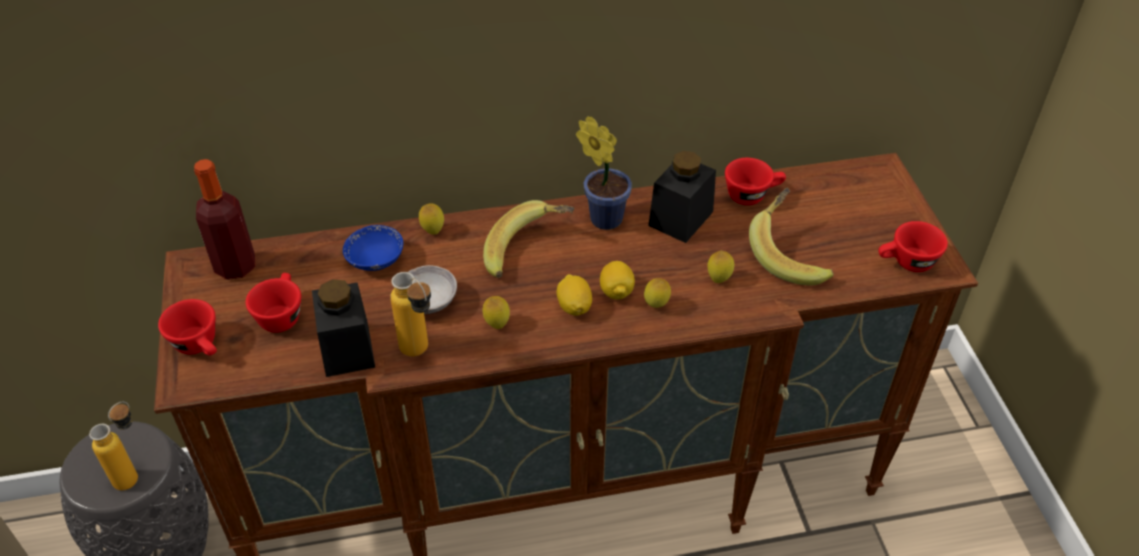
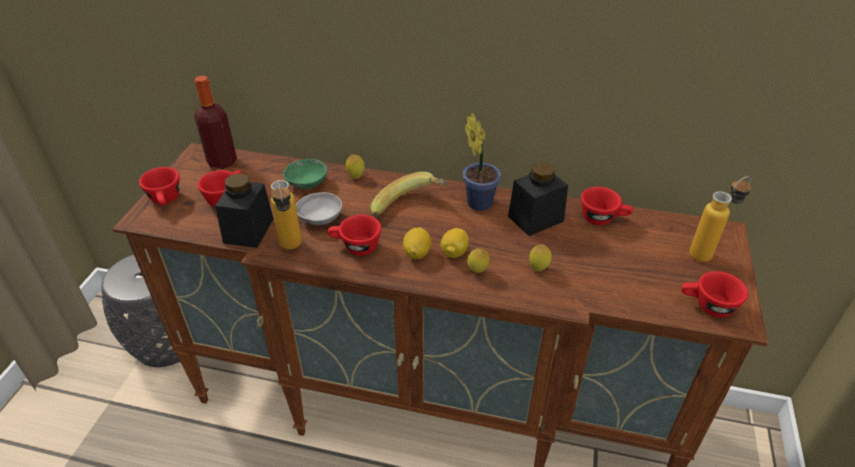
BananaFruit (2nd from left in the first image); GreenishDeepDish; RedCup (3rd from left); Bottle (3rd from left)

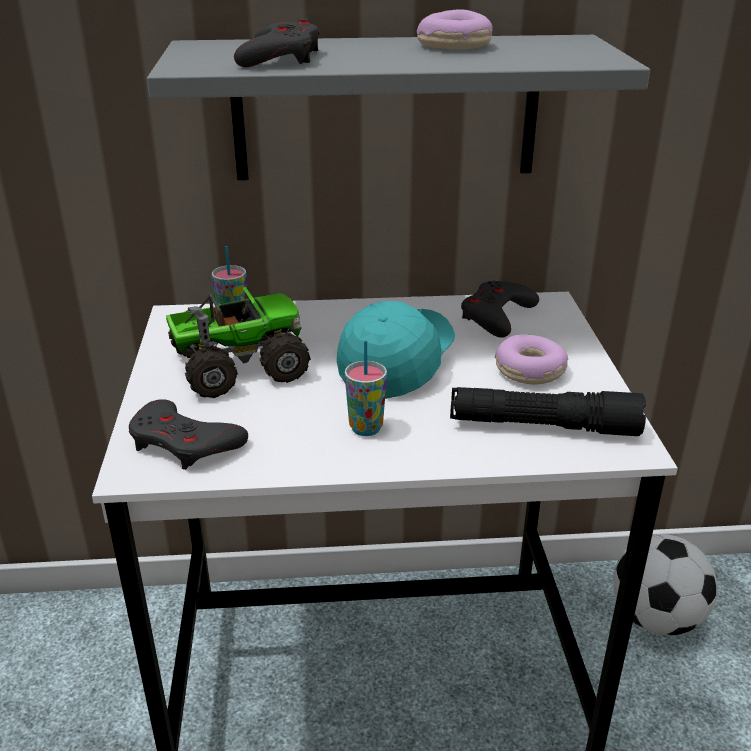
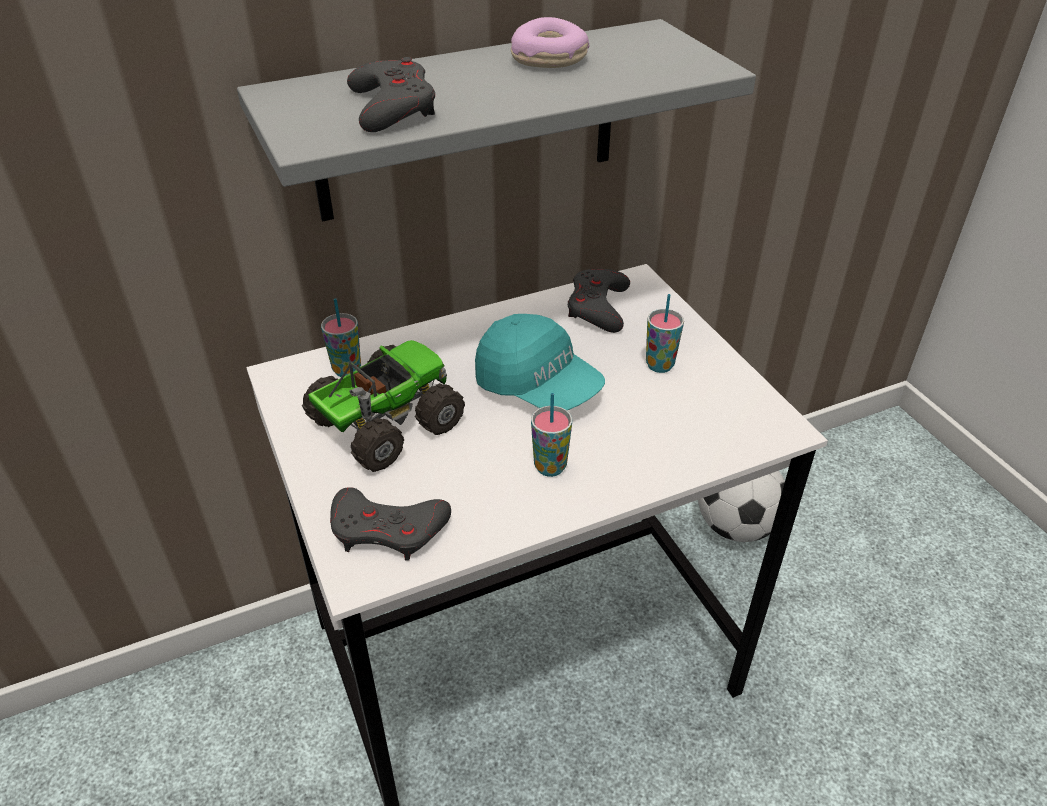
TurquoiseColouredPeakedCap; Cup (3rd from left); BlackColouredHandTorch

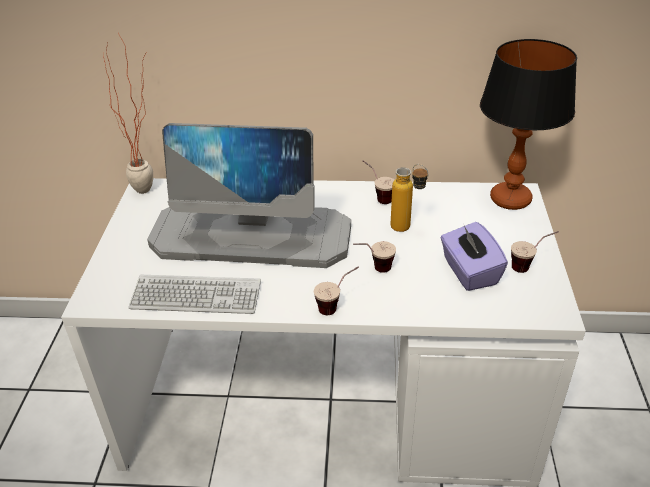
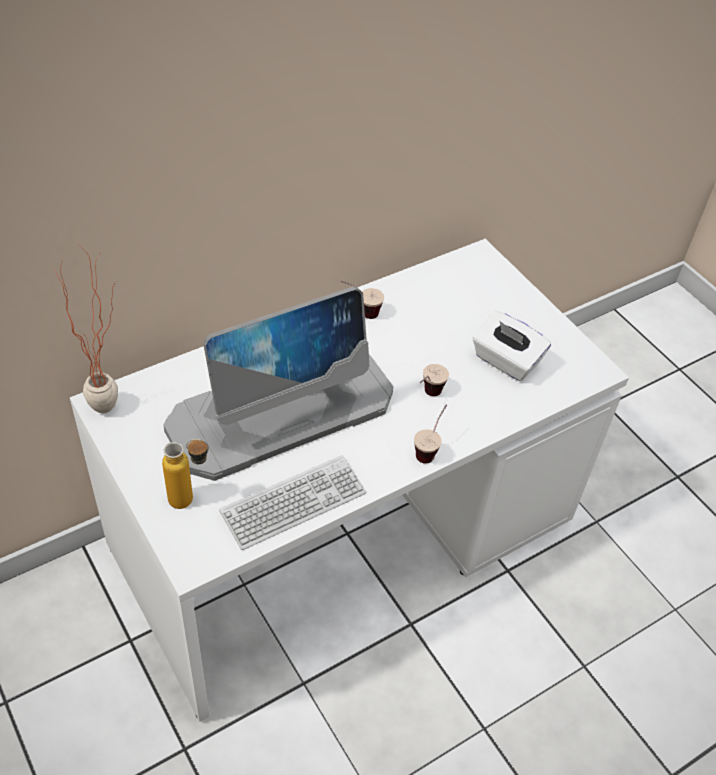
TableLamp; Bottle; WhitishTissueHolder; Cup (4th from left in the first image)

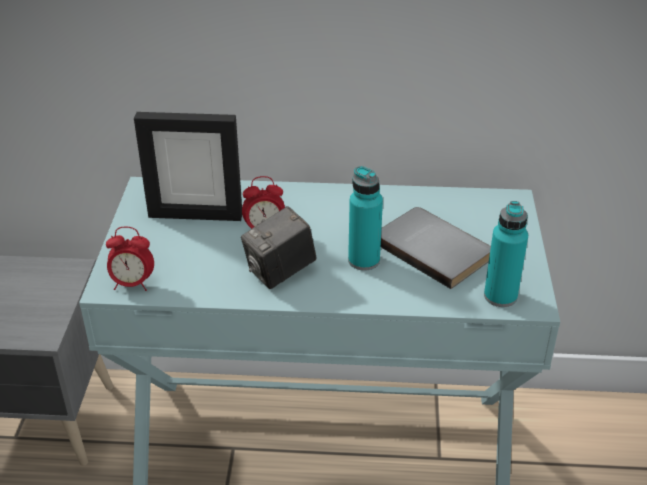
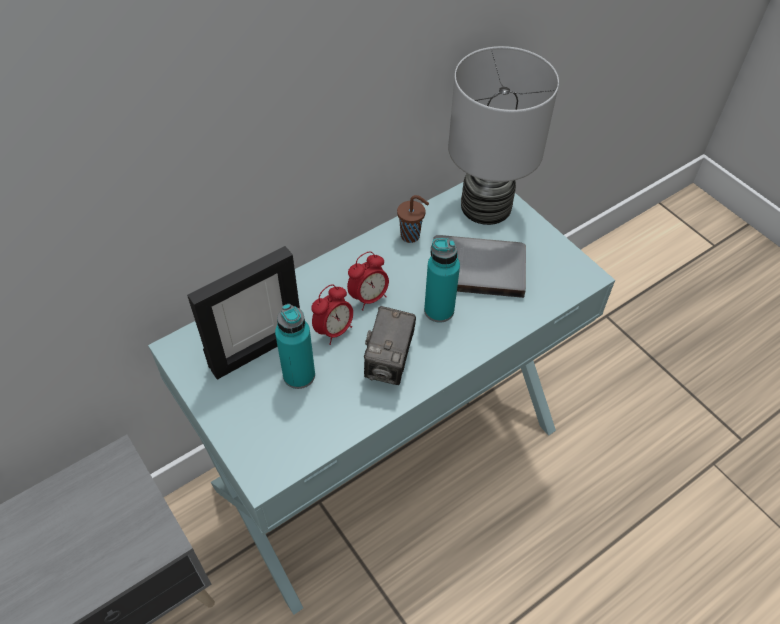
TurquoiseColouredBottle (1st from left); AlarmClock (2nd from left); GrayTableLamp; BrownishCup

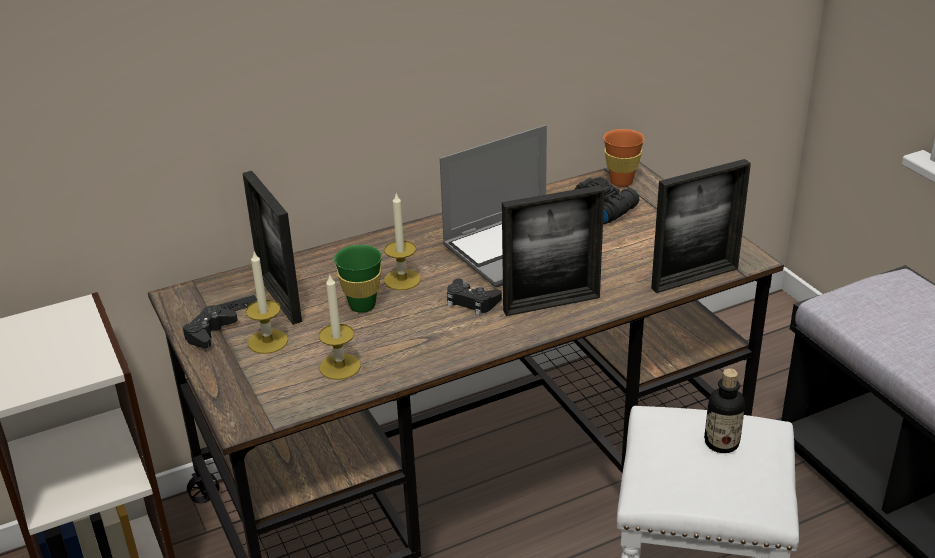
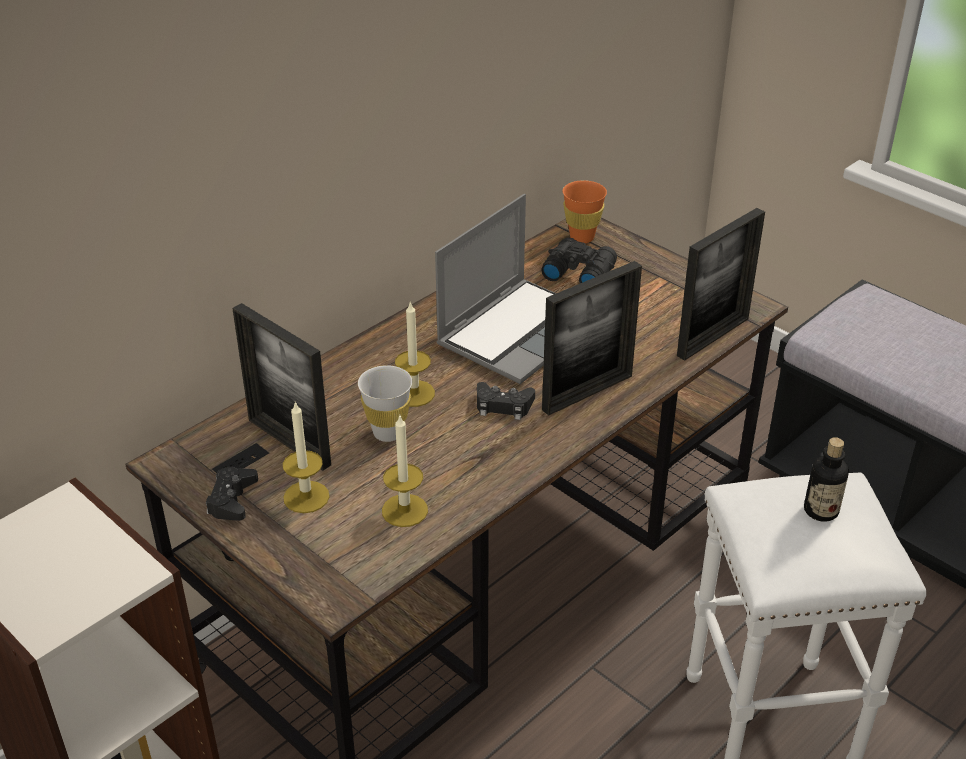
WhitishCup

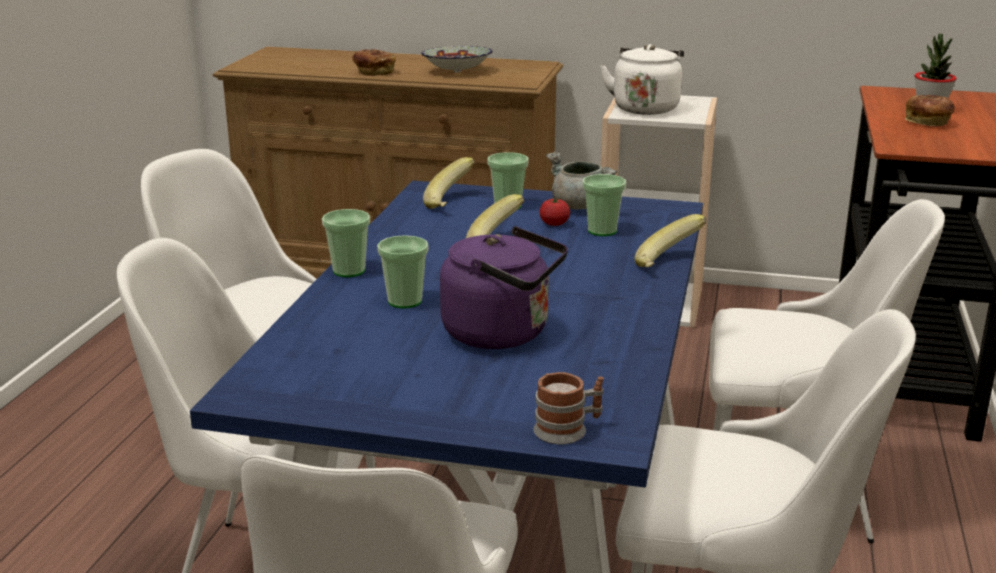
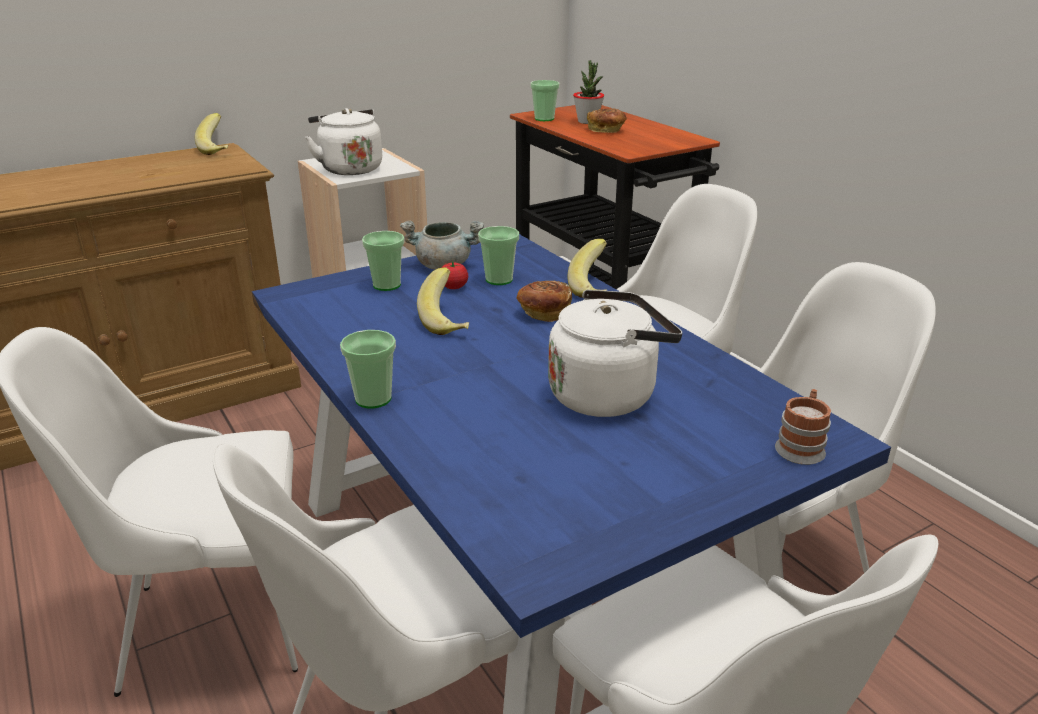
DeepDish; Bread (1st from left); BananaFruit (1st from left); WhitishKettle (2nd from left); Cup (4th from left)

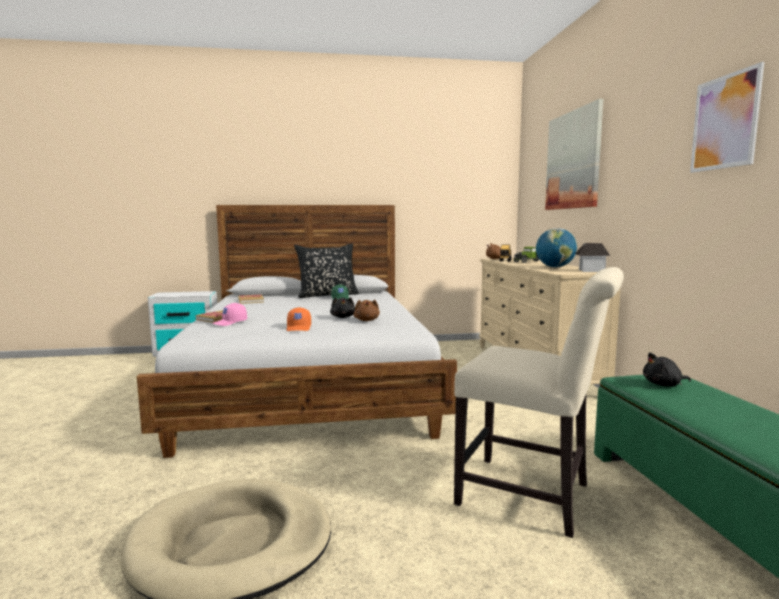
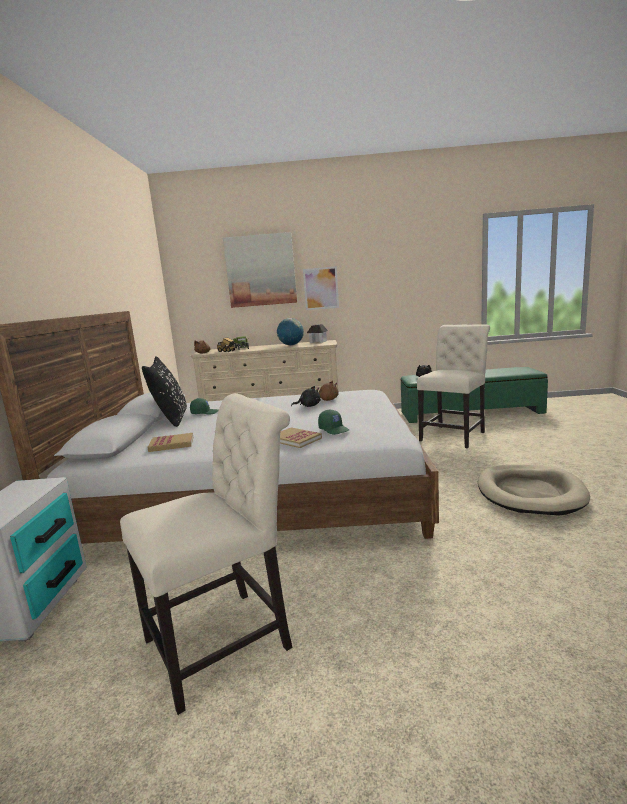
WallArt (2nd from left); GreenishPeakedCap (2nd from left); OrangePeakedCap; BeigeColouredChair (1st from left)

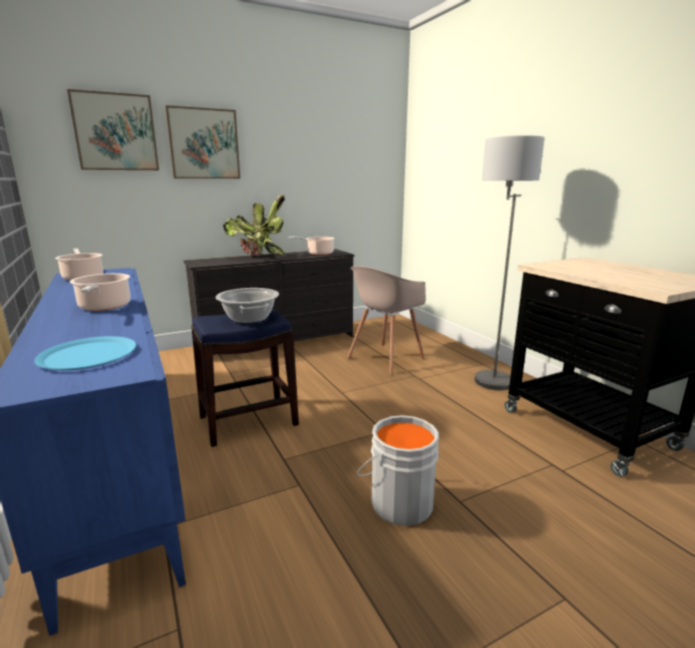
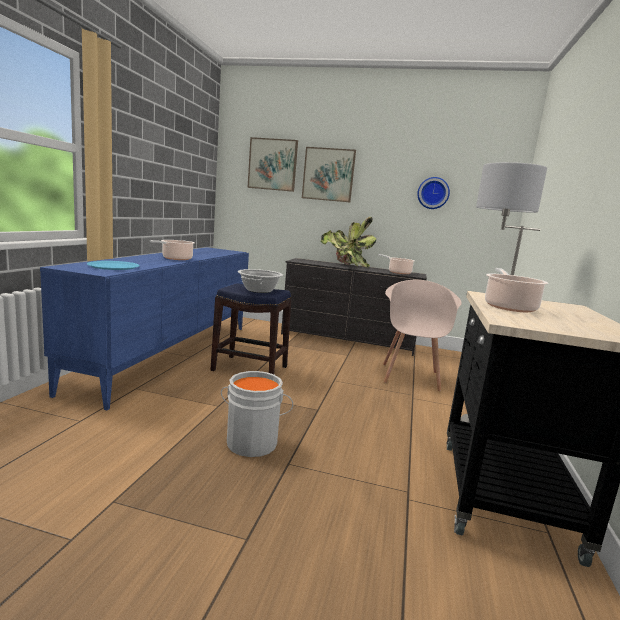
Stockpot (4th from left); BeigeColouredChair; WallClock

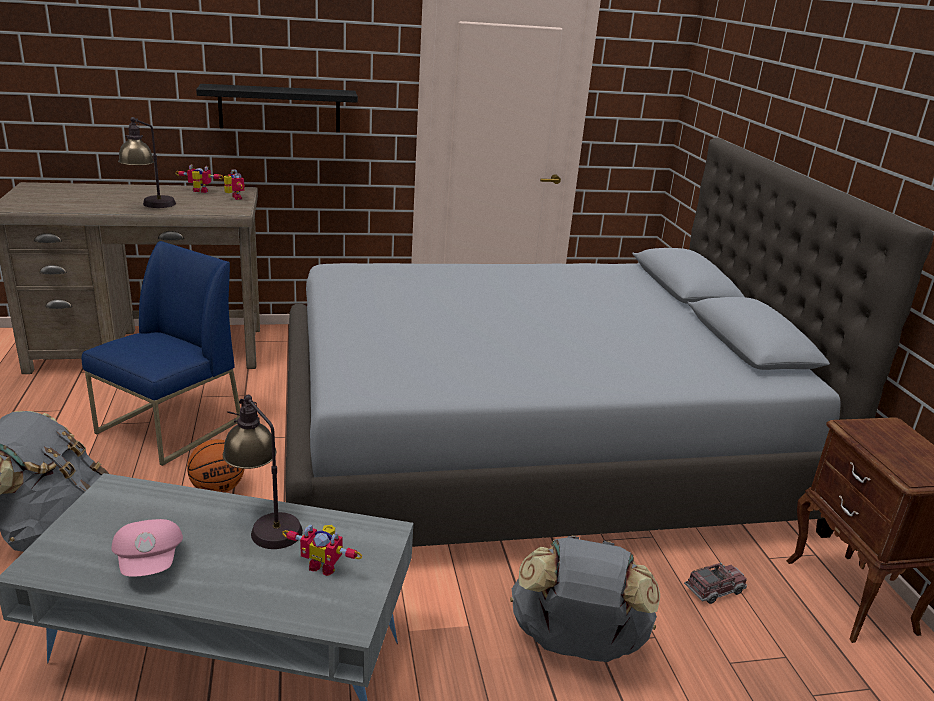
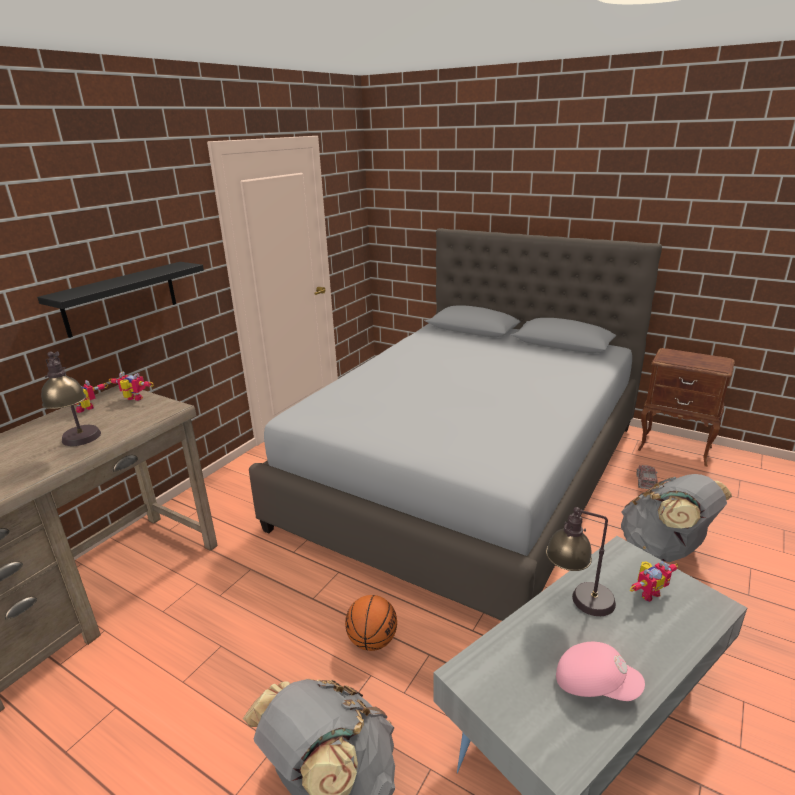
BlueColouredChair

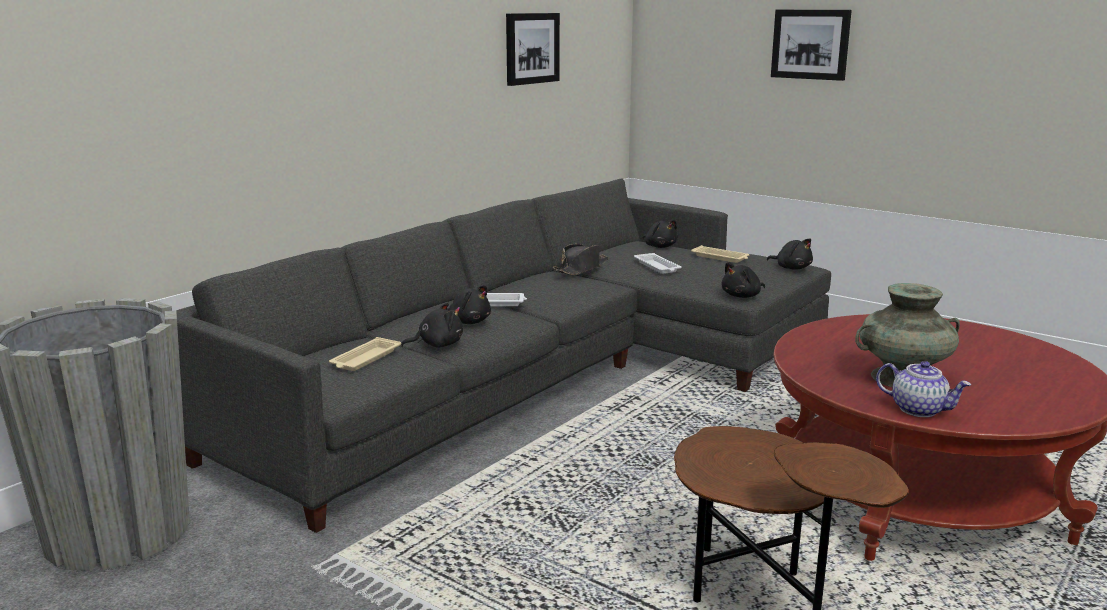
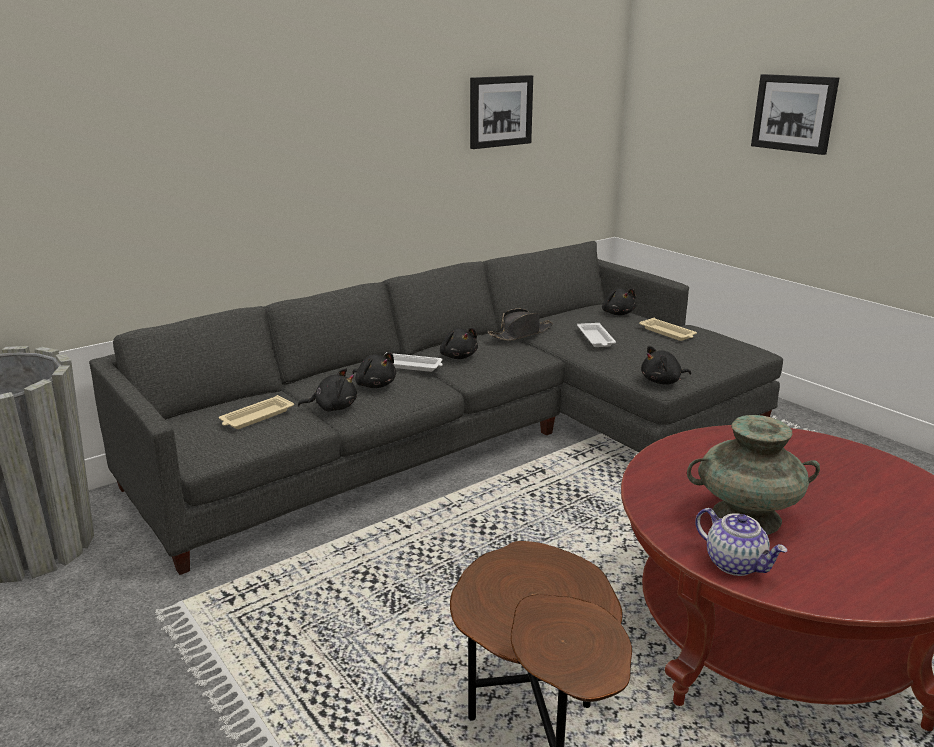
BlackColouredSoftToy (3rd from left)

